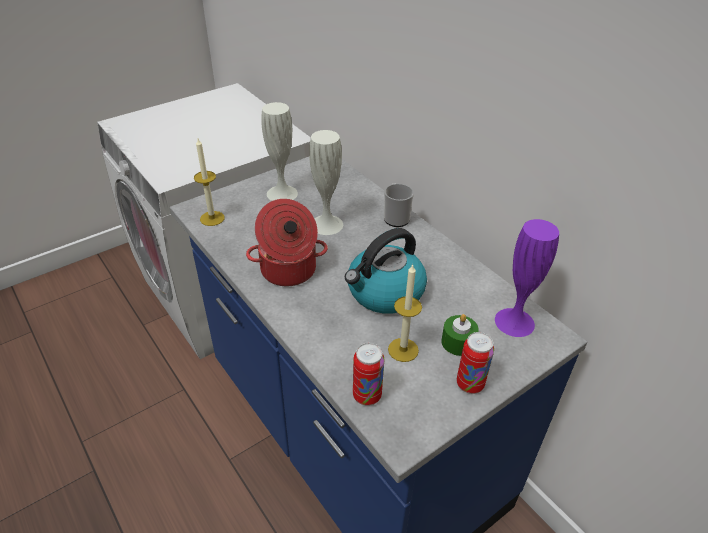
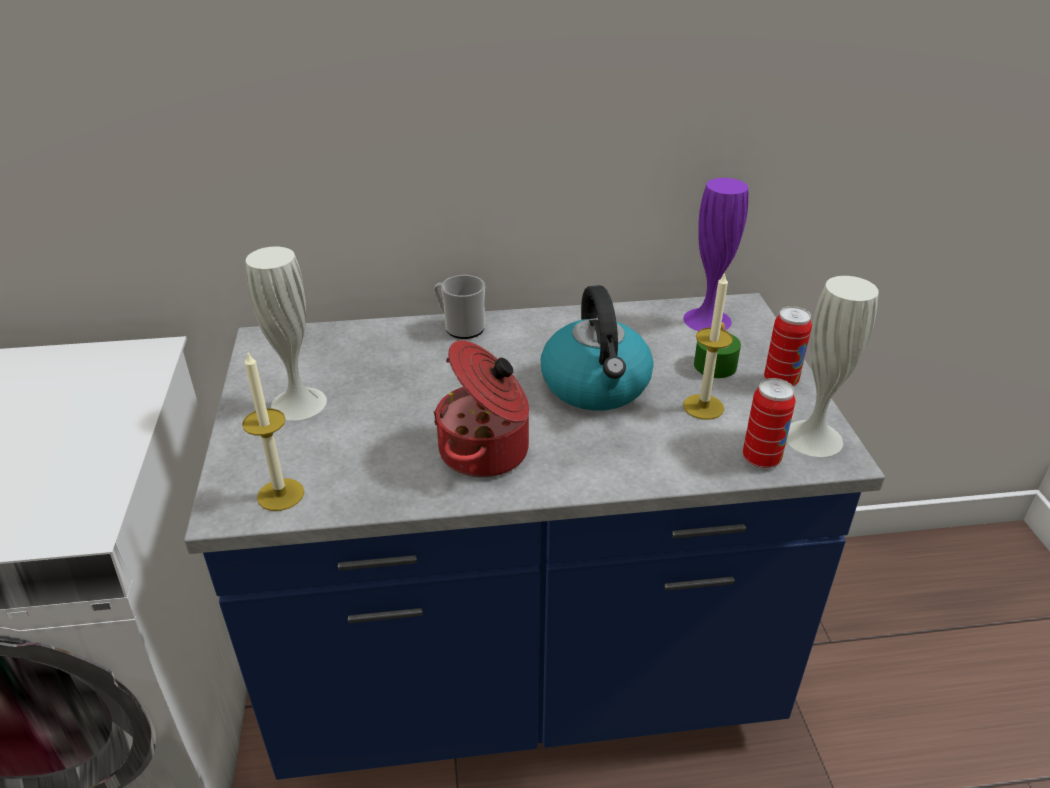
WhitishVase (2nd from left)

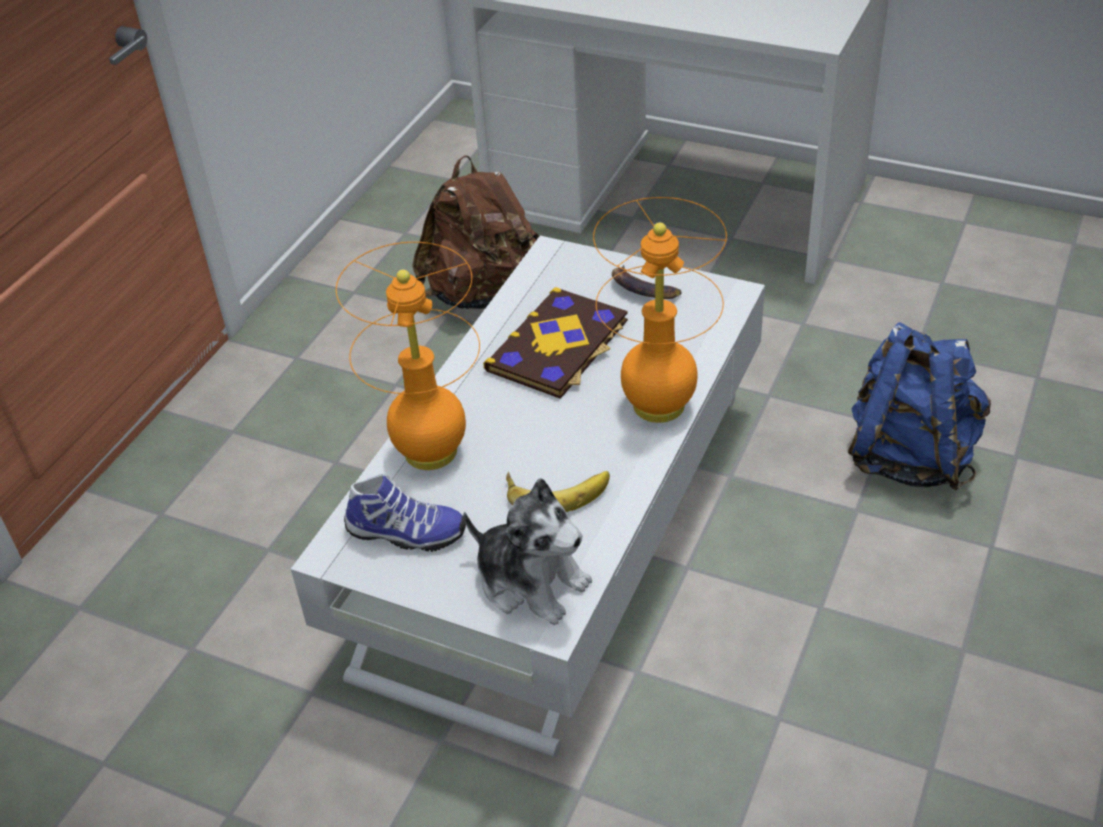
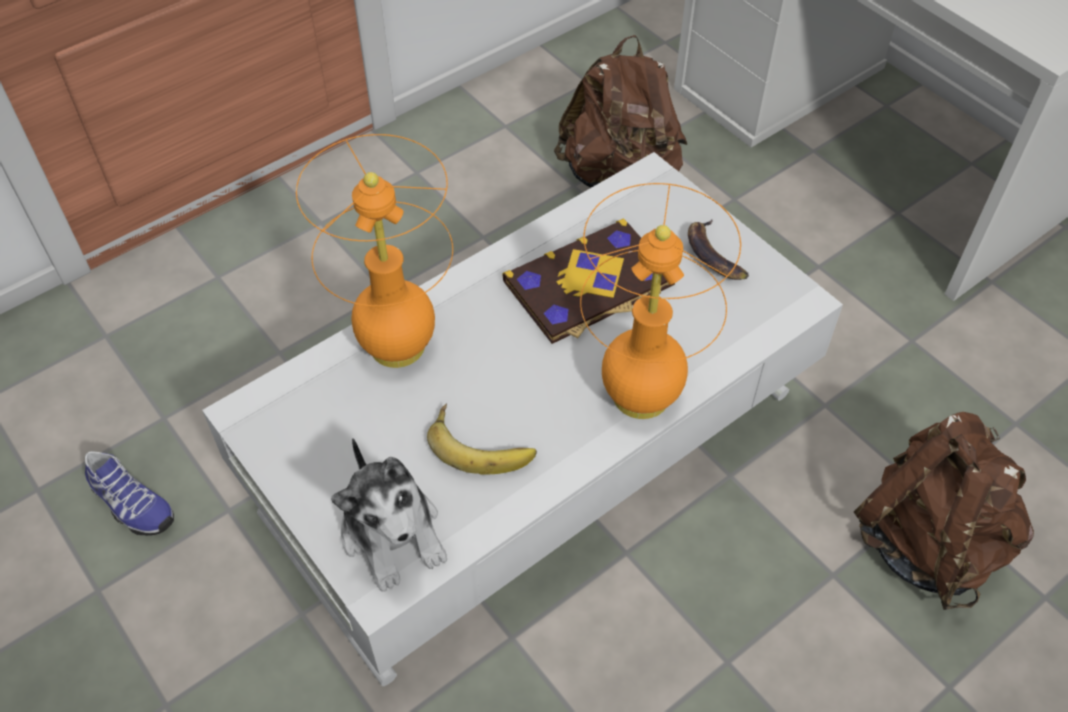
BrownishBackpack (2nd from left); ItemOfFootwear

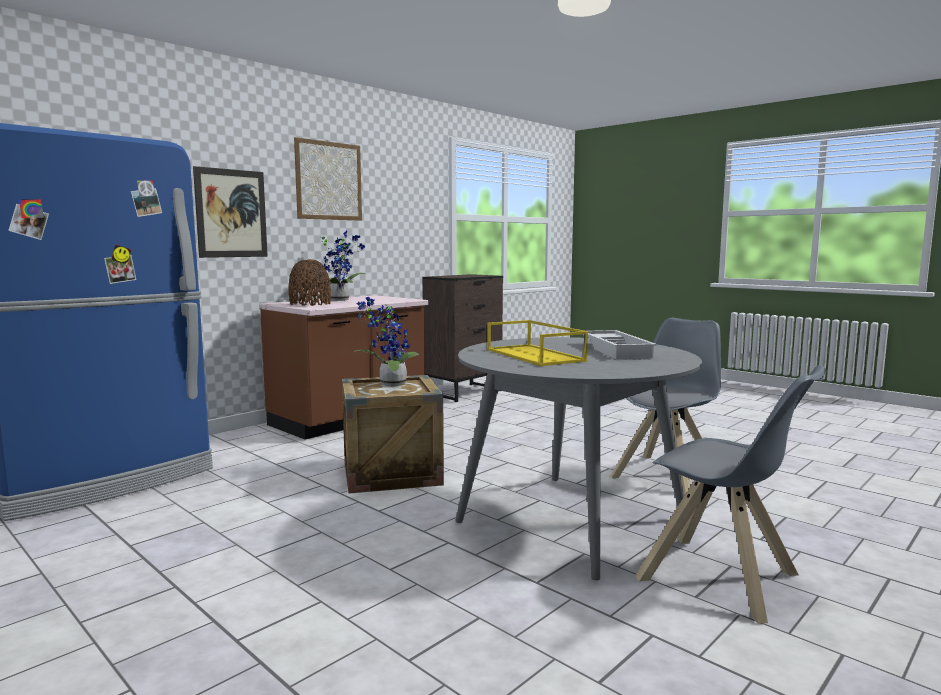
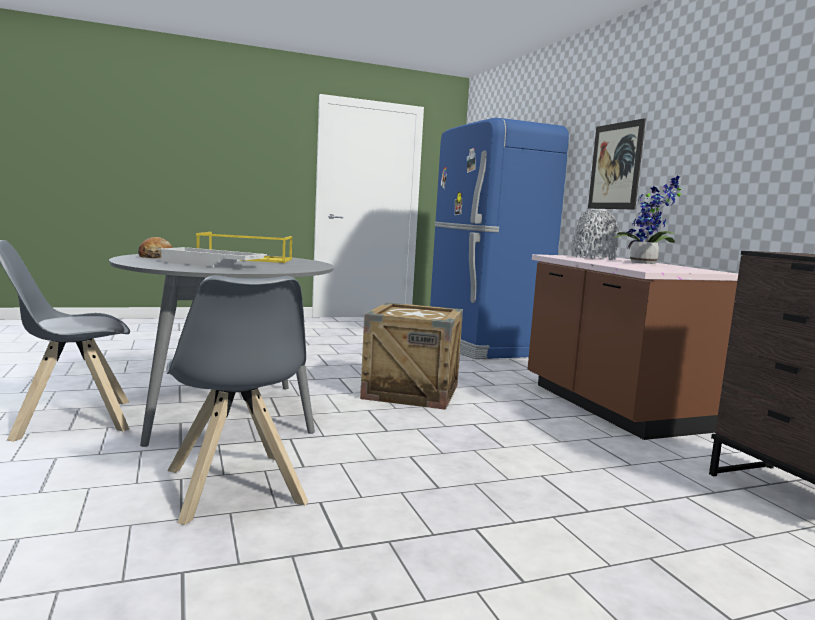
WallArt (2nd from left in the first image); GrayVase; PlantInAPot (2nd from left in the first image); Bread

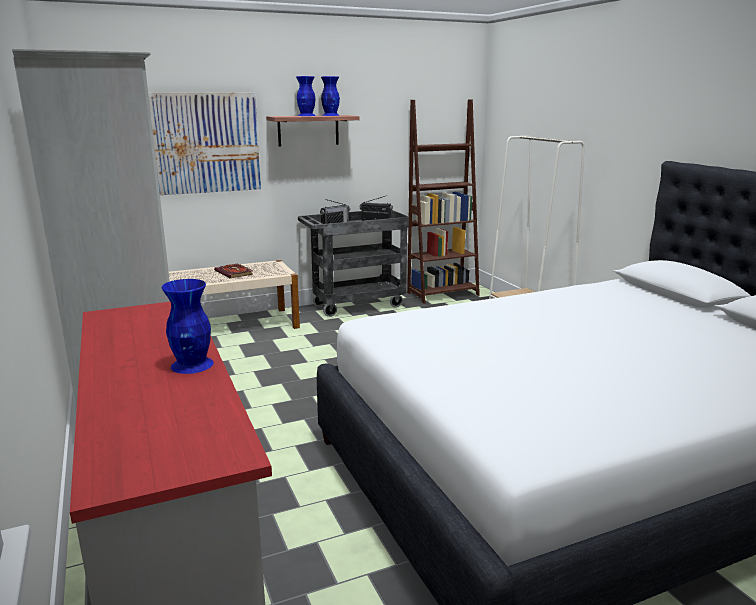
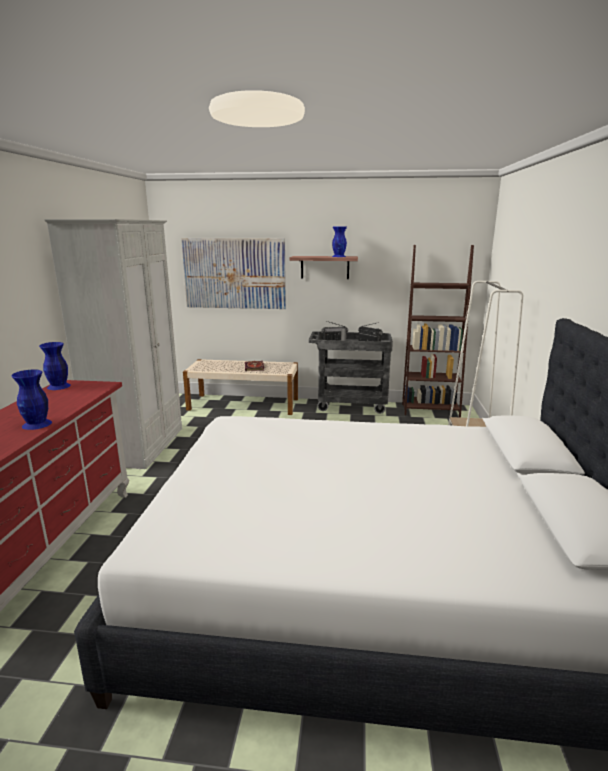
BlueColouredVase (2nd from left)

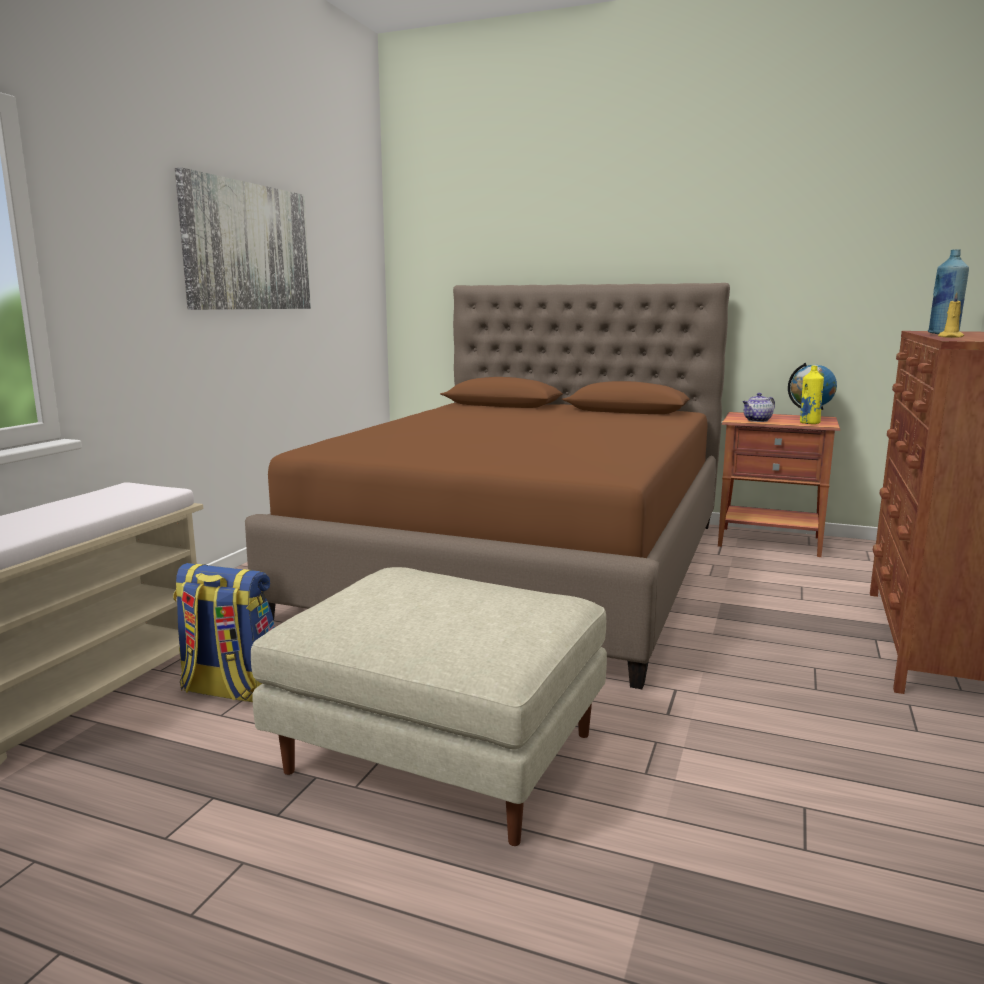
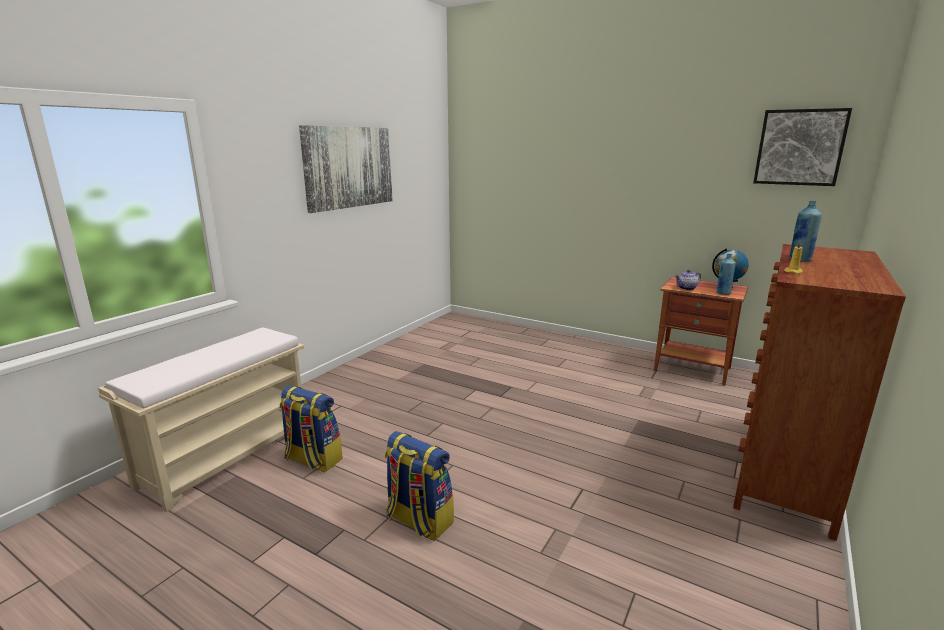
BrownishBed; BlueColouredBottle (1st from left); Backpack (2nd from left); WallArt (2nd from left)

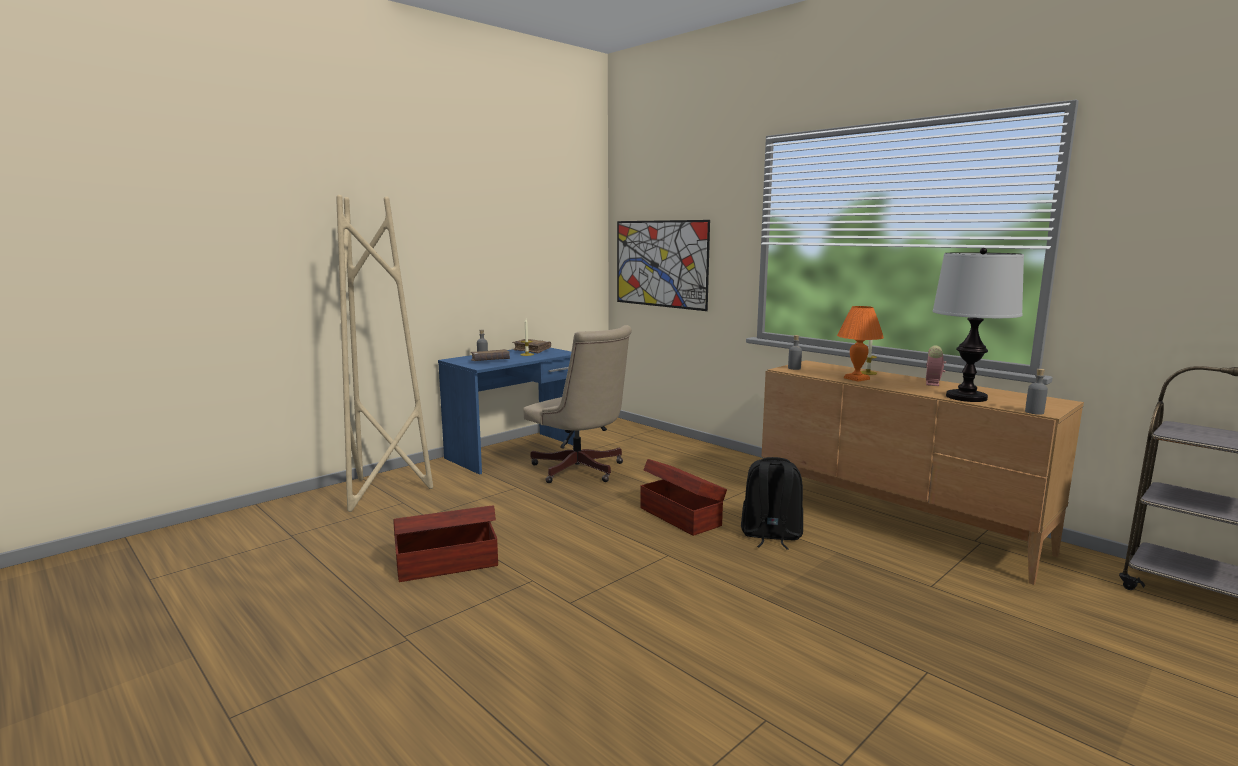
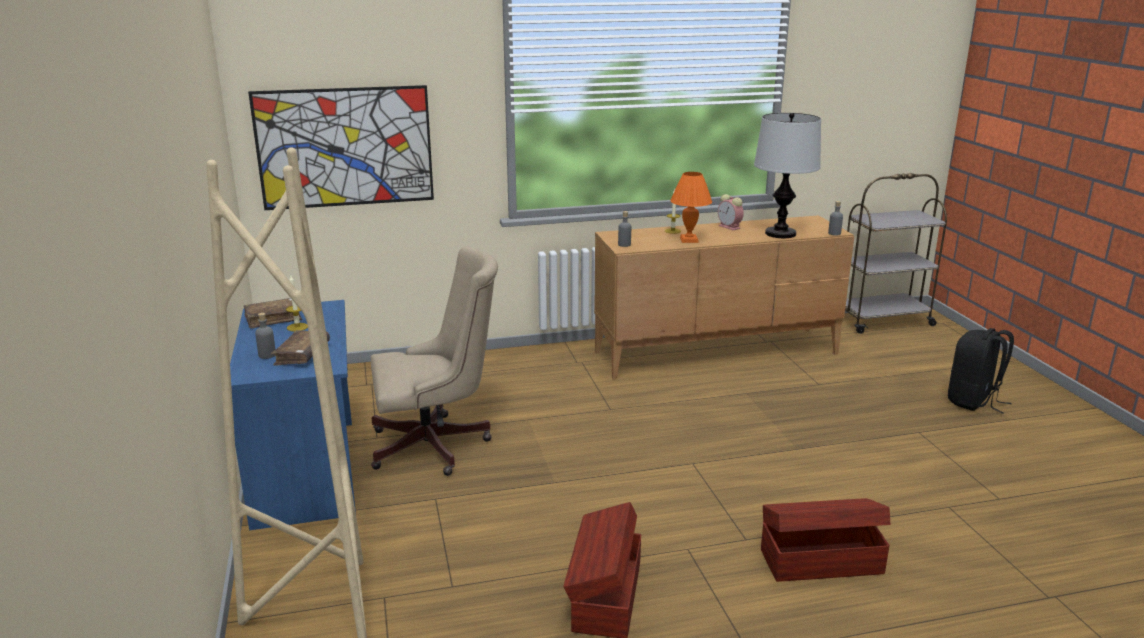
BlackColouredBackpack; BrownishStorageBox (2nd from left)

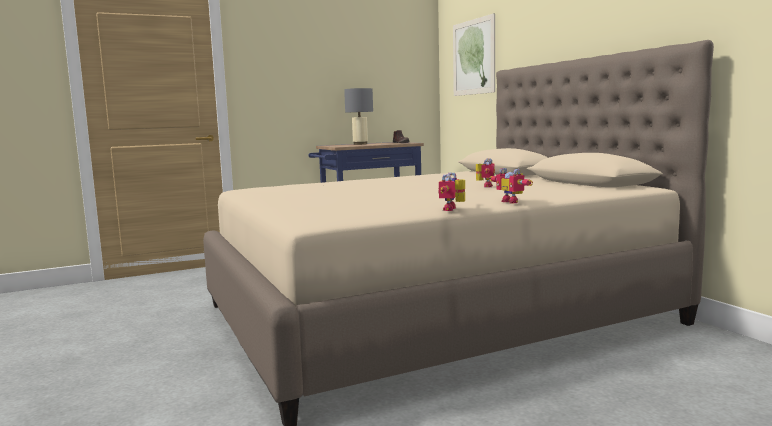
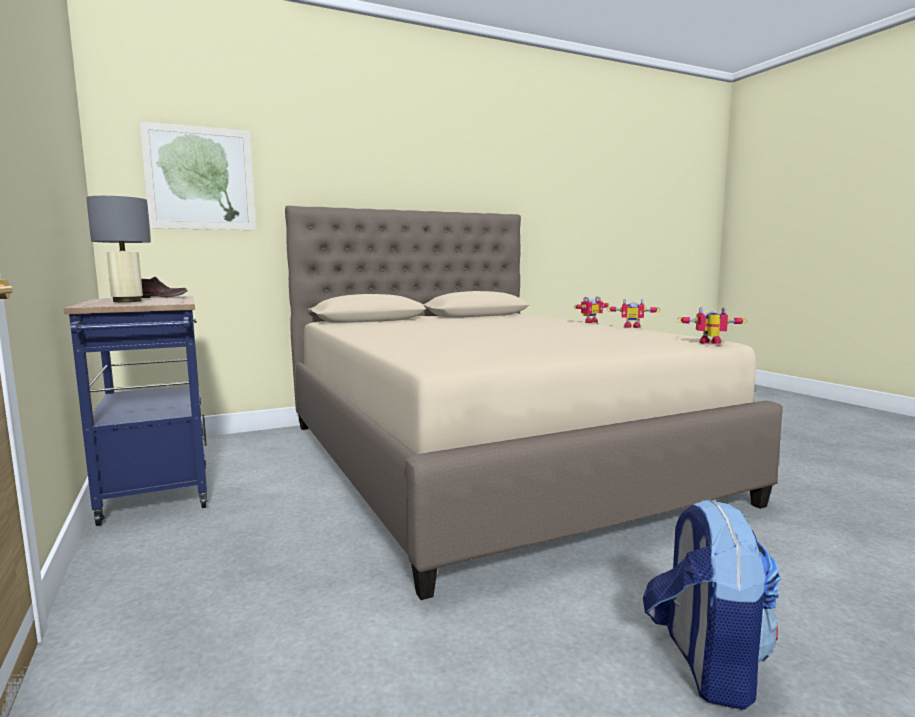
ModelRobot (3rd from left); Backpack

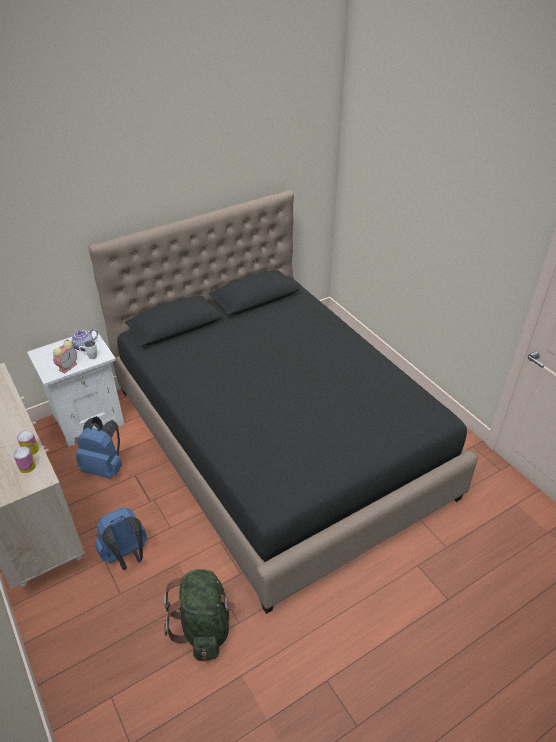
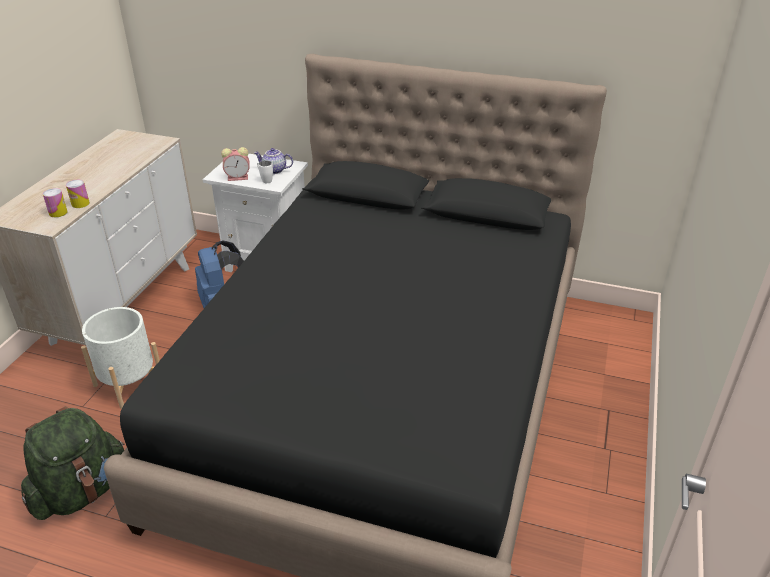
WhitishFlowerPot

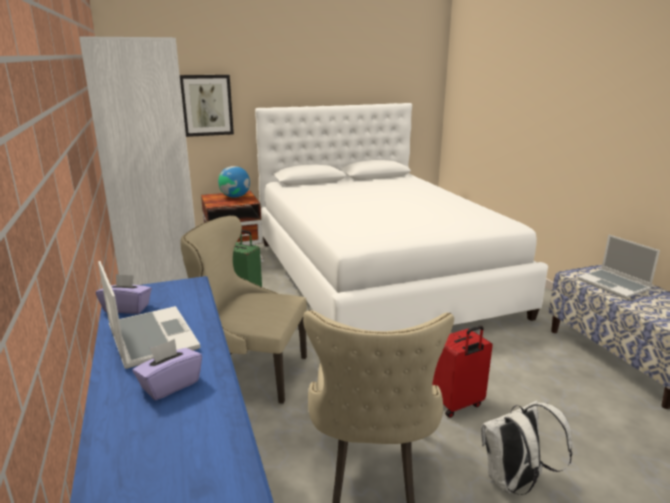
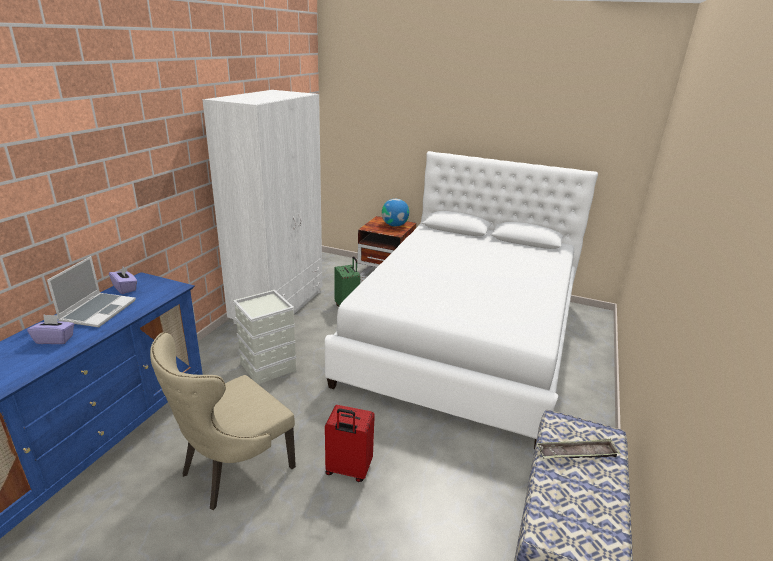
WallArt; GrayStorageBox; Tray; WhitishBackpack

